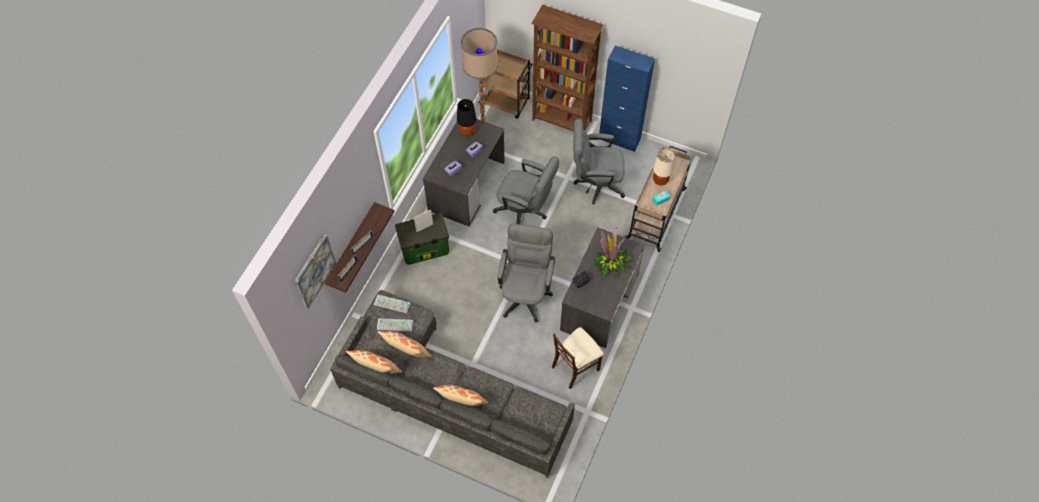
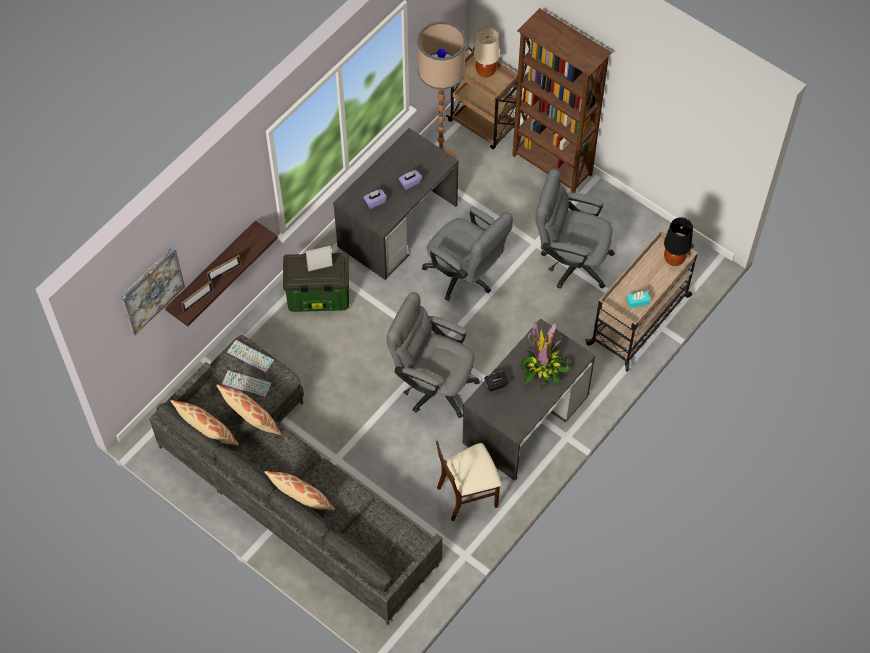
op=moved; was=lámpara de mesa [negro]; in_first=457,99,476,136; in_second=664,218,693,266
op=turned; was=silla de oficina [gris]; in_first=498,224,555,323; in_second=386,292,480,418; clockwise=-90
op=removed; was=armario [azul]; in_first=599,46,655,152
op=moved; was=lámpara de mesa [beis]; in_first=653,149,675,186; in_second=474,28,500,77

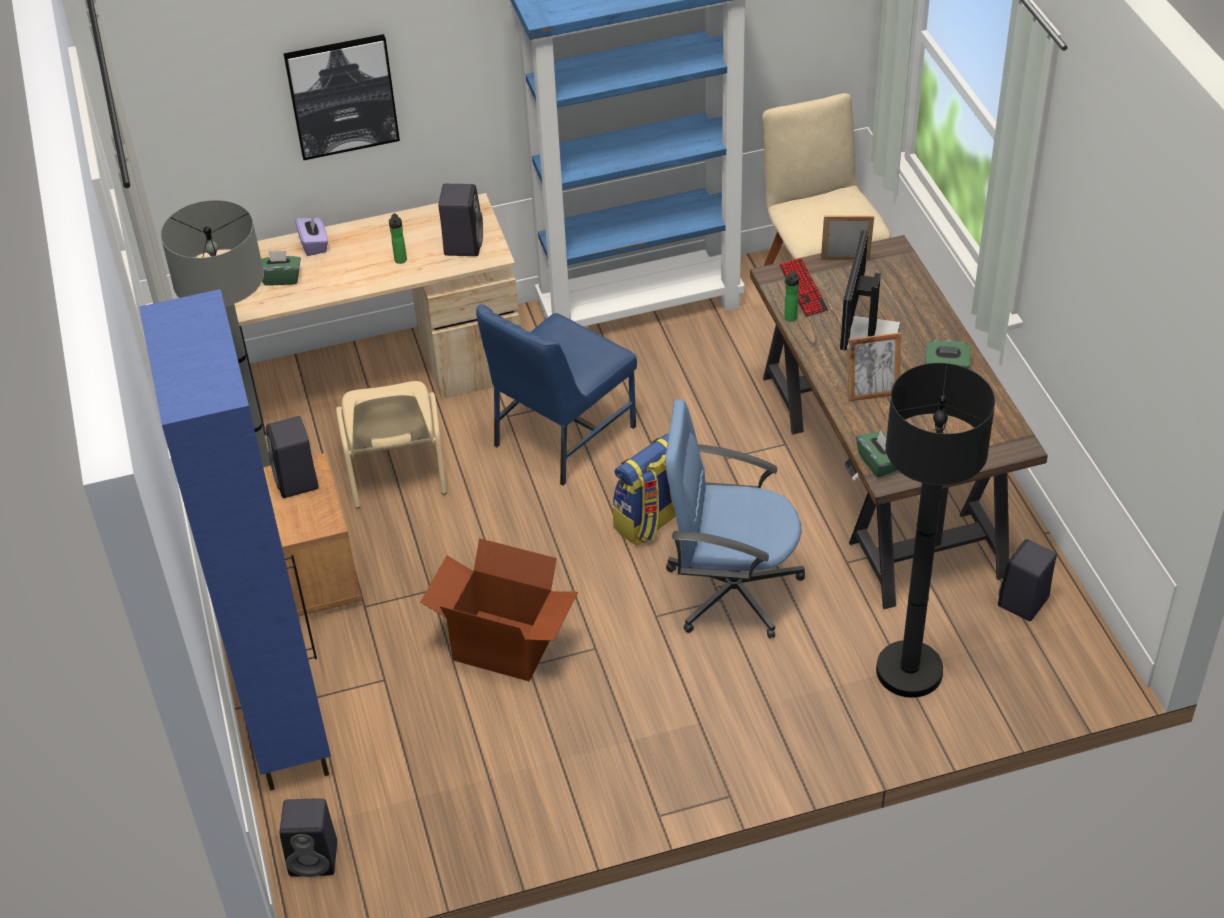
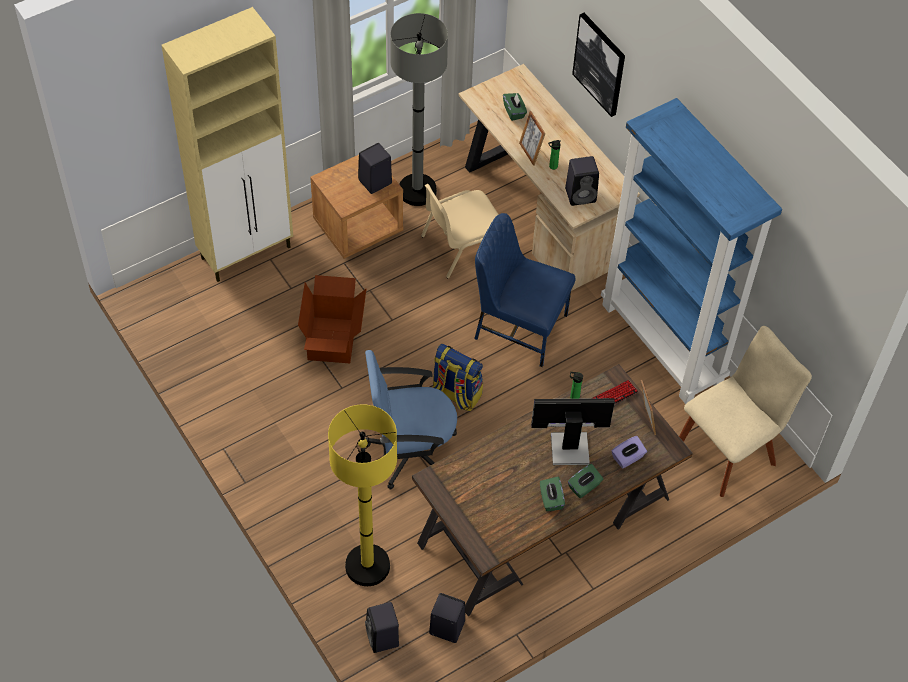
op=recoloured; was=armario [azul]; now=armario [beis]; in_first=139,289,331,790; in_second=161,7,293,282
op=moved; was=altavoz [negro]; in_first=279,798,337,877; in_second=365,602,399,653
op=moved; was=caja de pañuelos [morado]; in_first=295,215,328,256; in_second=612,436,647,469
op=turned; was=silla de oficina [azul]; in_first=665,399,805,638; in_second=365,350,457,490; clockwise=-90
op=moved; was=portarretratos; in_first=848,332,901,401; in_second=519,111,546,166
op=moved; was=caja de pañuelos [verde]; in_first=856,431,897,478; in_second=568,464,603,498
op=recoloured; was=lámpara de pie [negro]; now=lámpara de pie [amarillo]; in_first=876,363,995,698; in_second=328,404,397,586

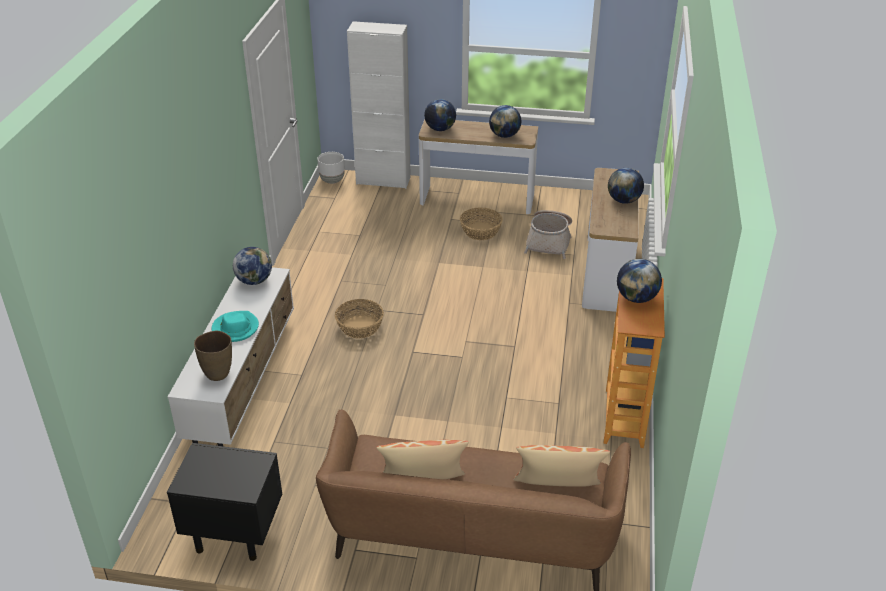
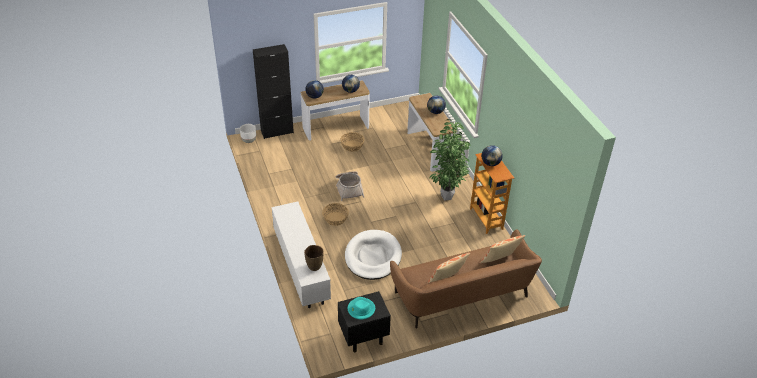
op=moved; was=sombrero [turquesa]; in_first=211,311,259,342; in_second=348,297,375,319
op=removed; was=globo terráqueo; in_first=233,247,272,285
op=recoloured; was=armario [blanco]; now=armario [negro]; in_first=347,21,411,189; in_second=253,44,294,139
op=moved; was=cesta; in_first=524,210,572,259; in_second=336,171,364,201
op=added; now=cama para perro [blanco]; in_second=345,230,402,280
op=added; now=planta en maceta; in_second=430,119,470,201

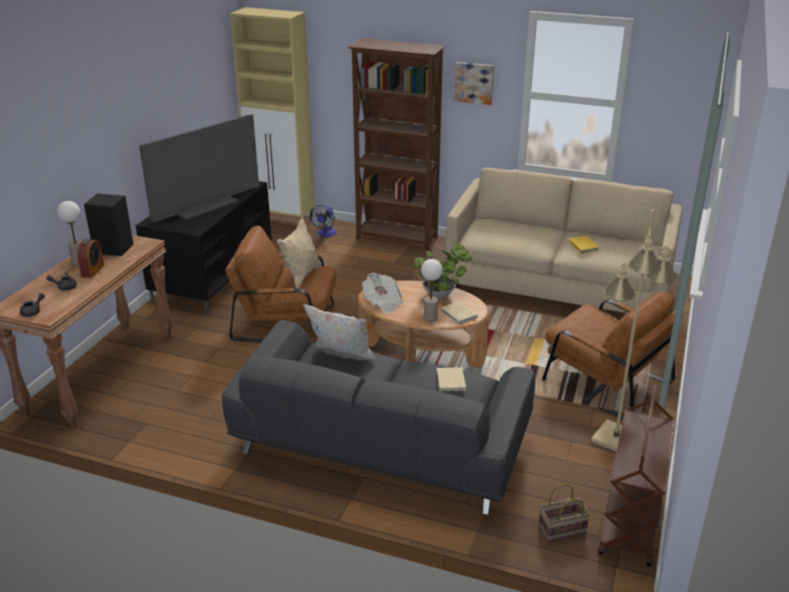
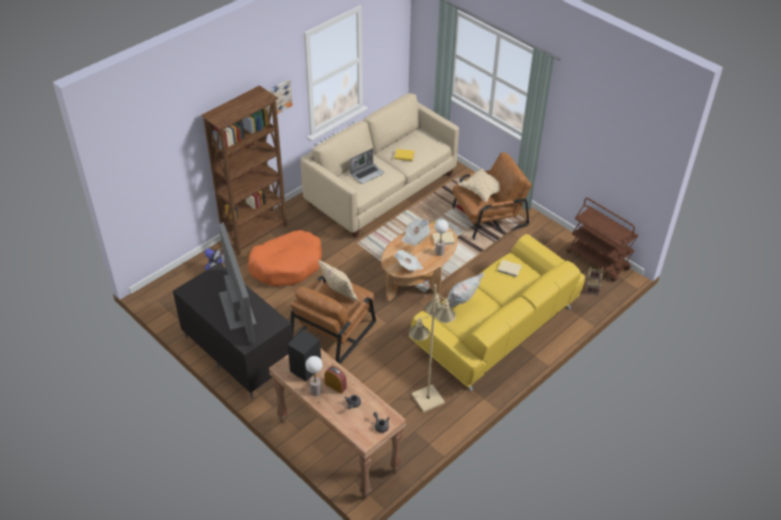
op=recoloured; was=sofá [gris]; now=sofá [amarillo]; in_first=222,320,535,515; in_second=409,234,585,392
op=removed; was=armario [beis]; in_first=230,7,314,220
op=replaced; was=planta en maceta; now=periódico; in_first=414,244,473,299; in_second=402,218,430,246
op=moved; was=lámpara de pie [beis]; in_first=591,210,678,452; in_second=409,284,456,413
op=added; now=cama para perro [naranja]; in_second=248,230,322,286
op=added; now=portátil; in_second=350,148,385,184
op=added; now=cojín [beis]; in_second=458,168,500,202

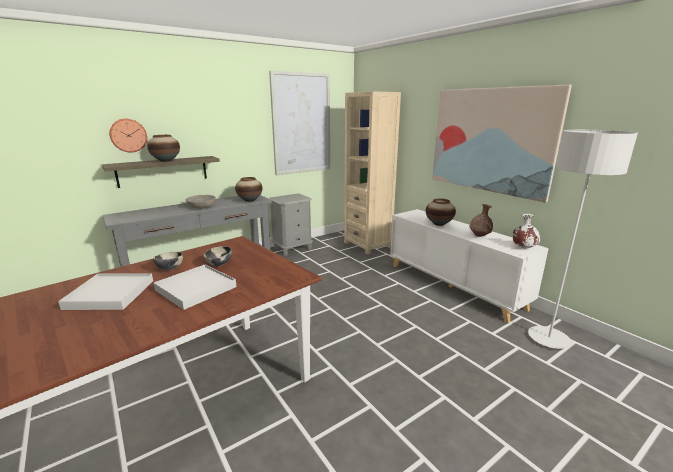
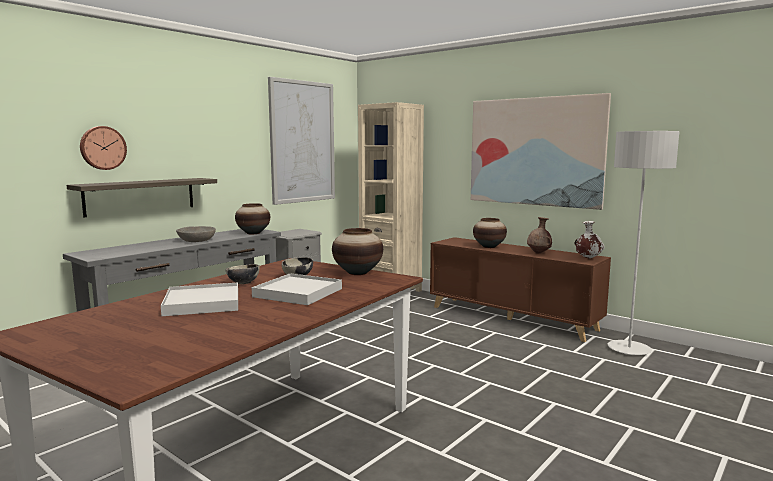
op=moved; was=florero; in_first=147,135,180,162; in_second=332,228,383,275
op=recoloured; was=armario [blanco]; now=armario [marrón]; in_first=390,209,549,323; in_second=430,237,611,342

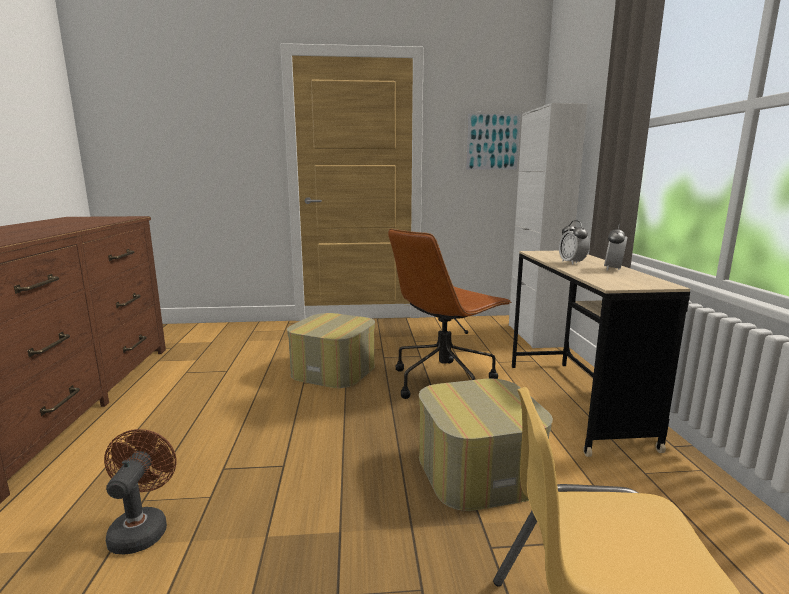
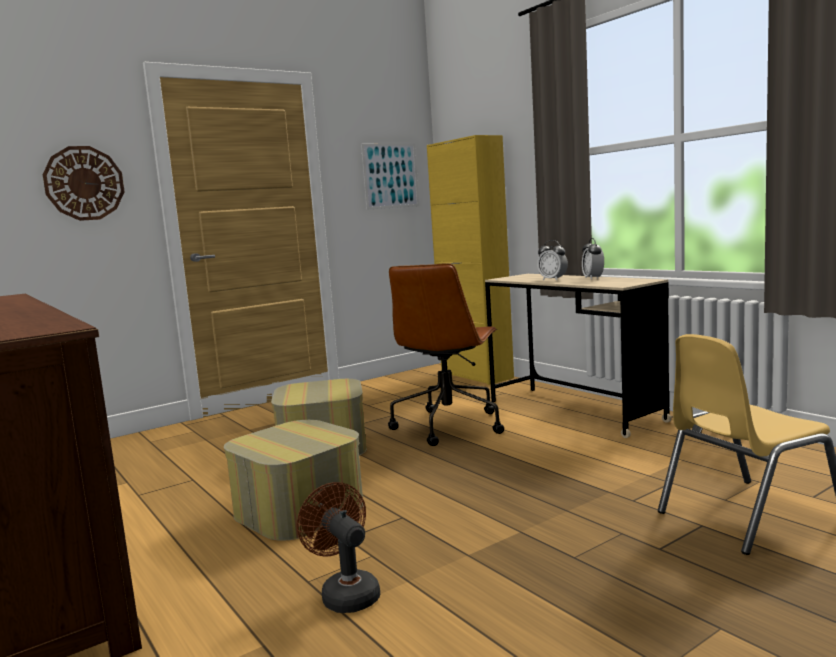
op=moved; was=puf; in_first=419,379,553,511; in_second=224,420,363,541
op=recoloured; was=armario [blanco]; now=armario [amarillo]; in_first=509,103,587,348; in_second=427,135,514,385
op=added; now=reloj de pared; in_second=42,146,125,221

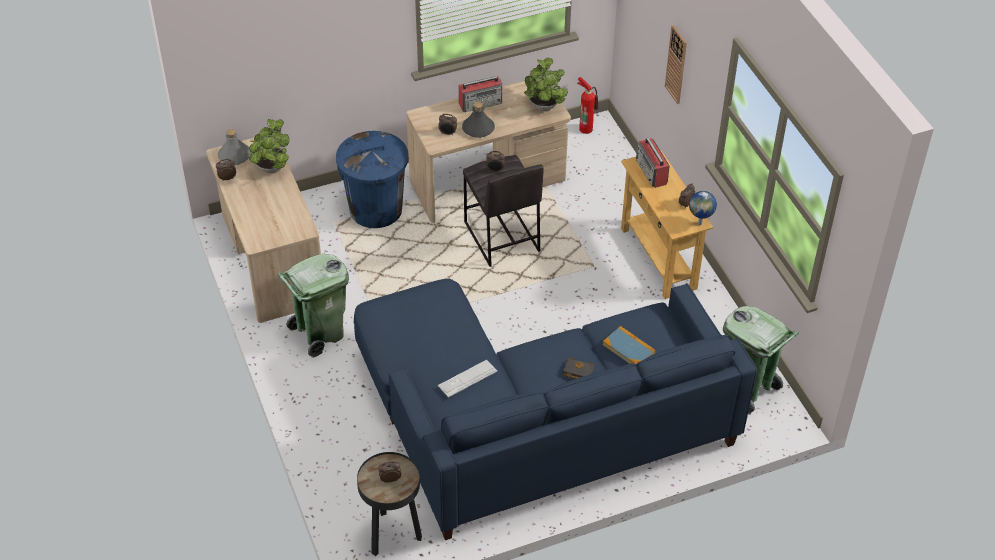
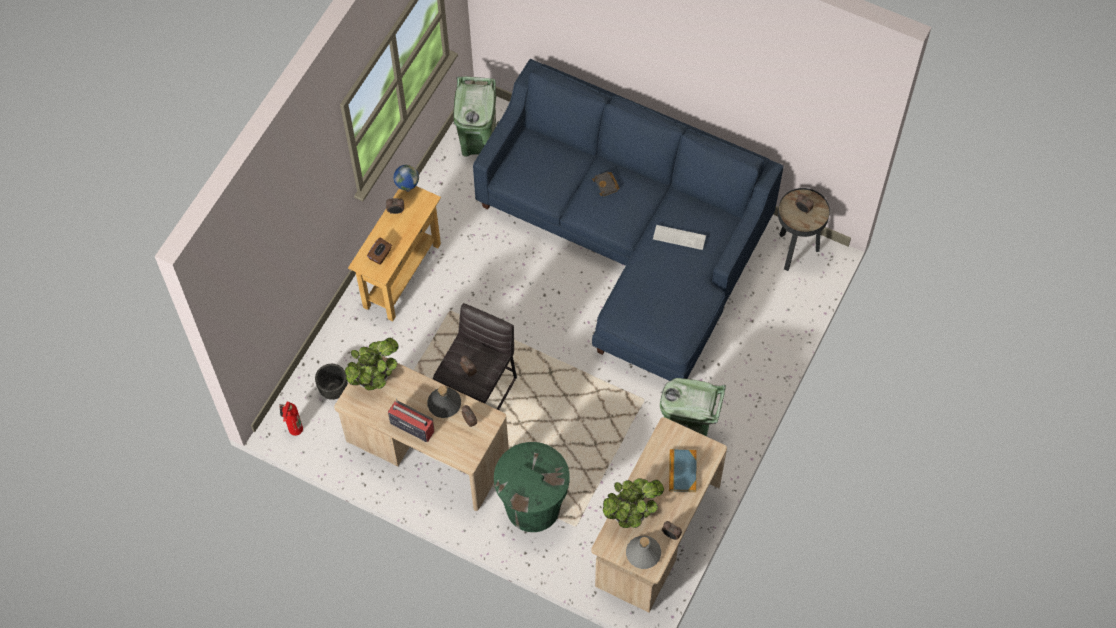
op=recoloured; was=papelera [azul]; now=papelera [verde]; in_first=336,131,409,228; in_second=494,442,570,532
op=moved; was=libro; in_first=602,326,656,364; in_second=669,449,697,492
op=replaced; was=radio; now=caja de pañuelos [marrón]; in_first=636,138,670,188; in_second=367,237,392,265
op=removed; was=reloj de pared; in_first=665,25,687,104
op=added; now=maceta [negro]; in_second=315,364,348,400

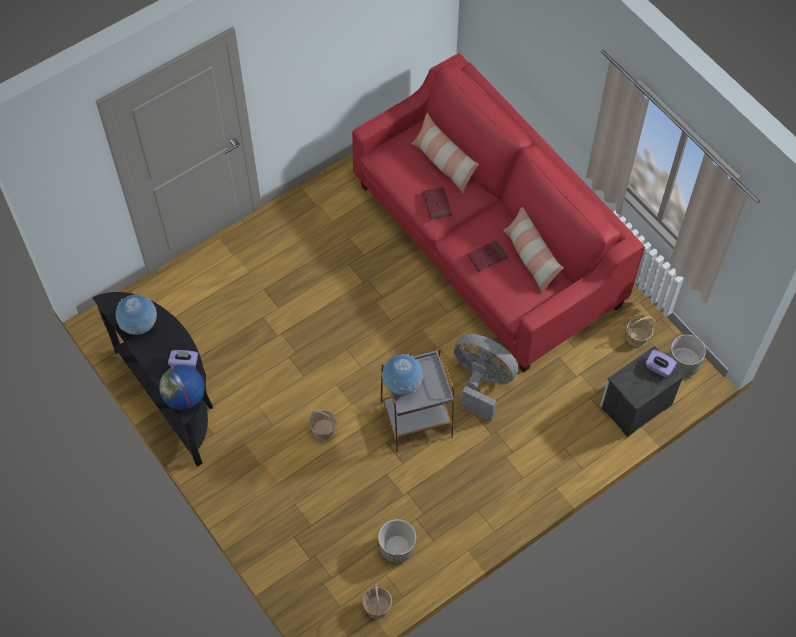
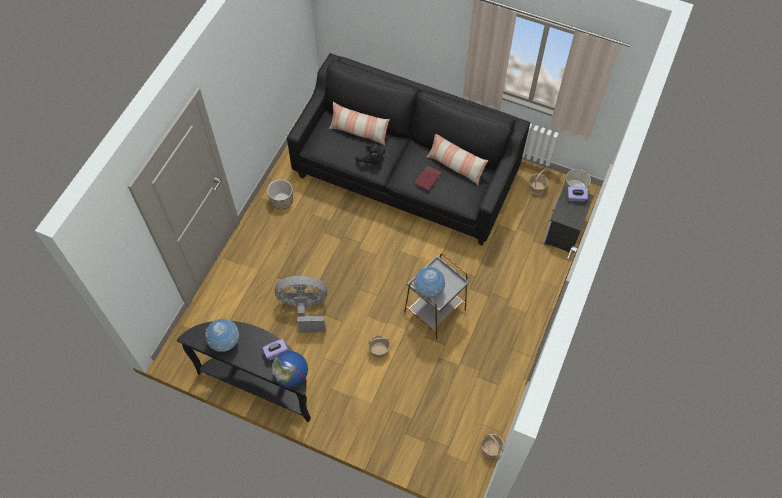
op=recoloured; was=sofá [rojo]; now=sofá [negro]; in_first=352,53,645,372; in_second=287,53,530,246
op=moved; was=maceta; in_first=378,519,416,563; in_second=267,179,293,210
op=replaced; was=libro [rojo]; now=peluche [negro]; in_first=423,187,452,220; in_second=355,143,385,164
op=moved; was=ventilador [gris]; in_first=454,334,518,421; in_second=275,276,327,333

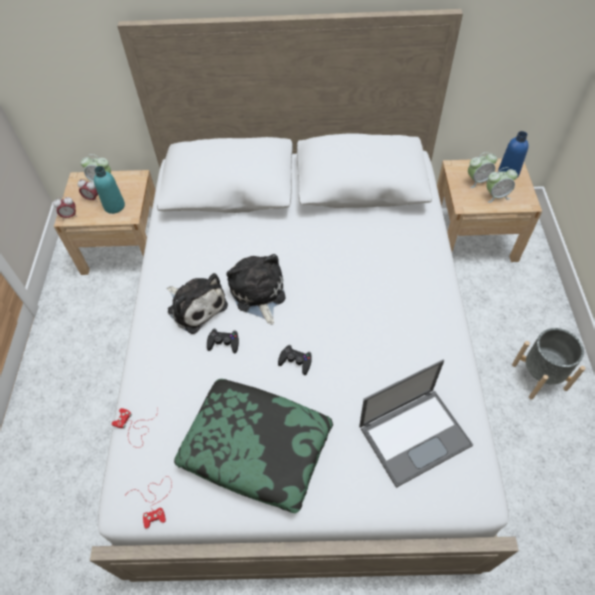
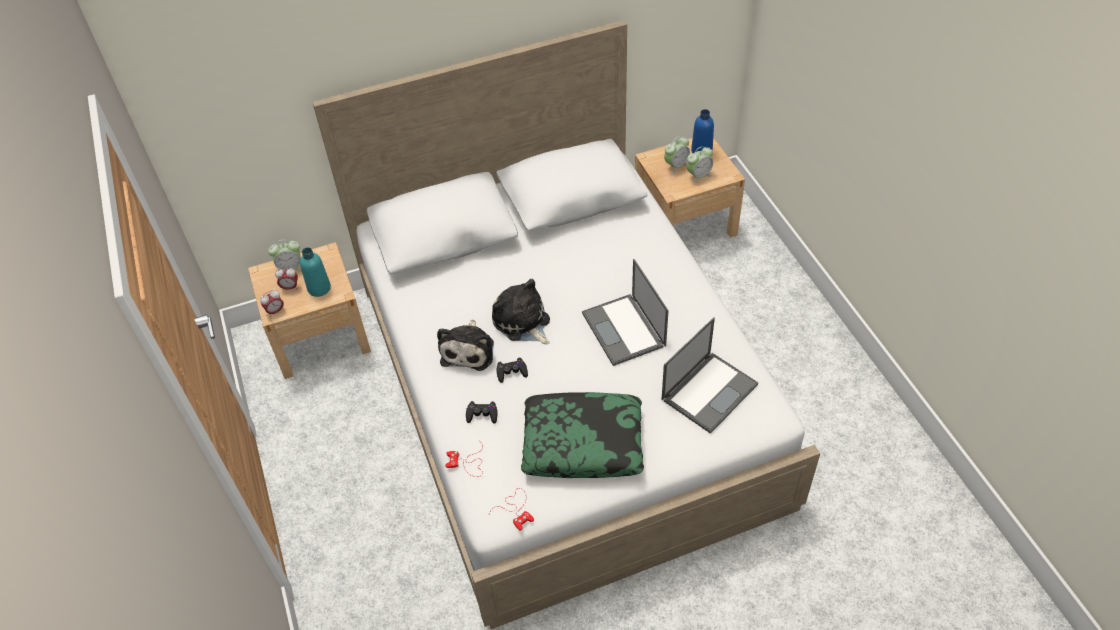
op=turned; was=peluche; in_first=167,273,228,334; in_second=437,320,494,371; clockwise=75
op=moved; was=mando de consola [negro]; in_first=278,345,312,375; in_second=466,401,497,424
op=removed; was=maceta [gris]; in_first=512,328,585,400
op=added; now=portátil; in_second=582,259,669,366

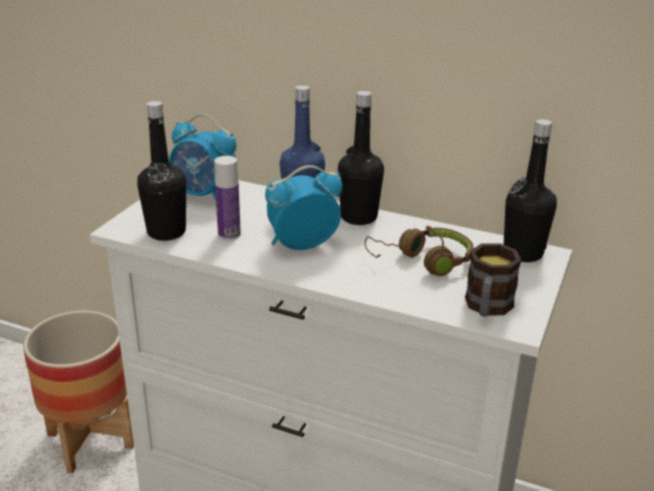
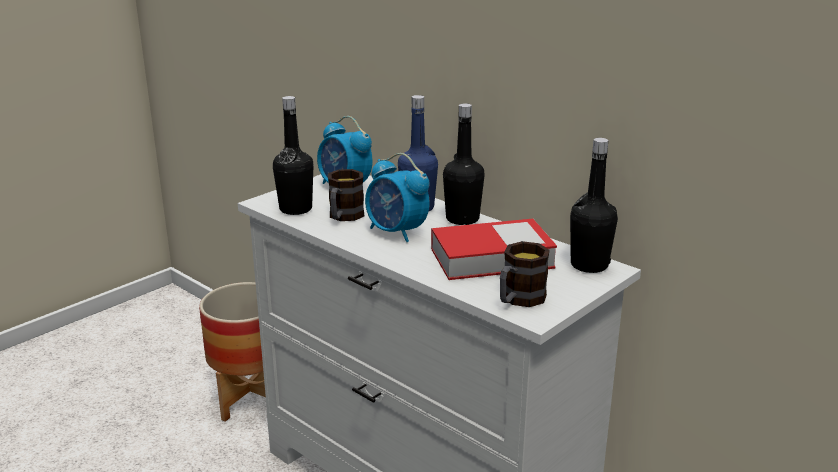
op=replaced; was=botella; now=taza grande; in_first=214,156,241,240; in_second=328,169,364,221
op=turned; was=despertador; in_first=265,165,342,250; in_second=365,153,430,242; clockwise=-135
op=replaced; was=auriculares [marrón]; now=libro; in_first=365,226,474,276; in_second=431,219,557,280

